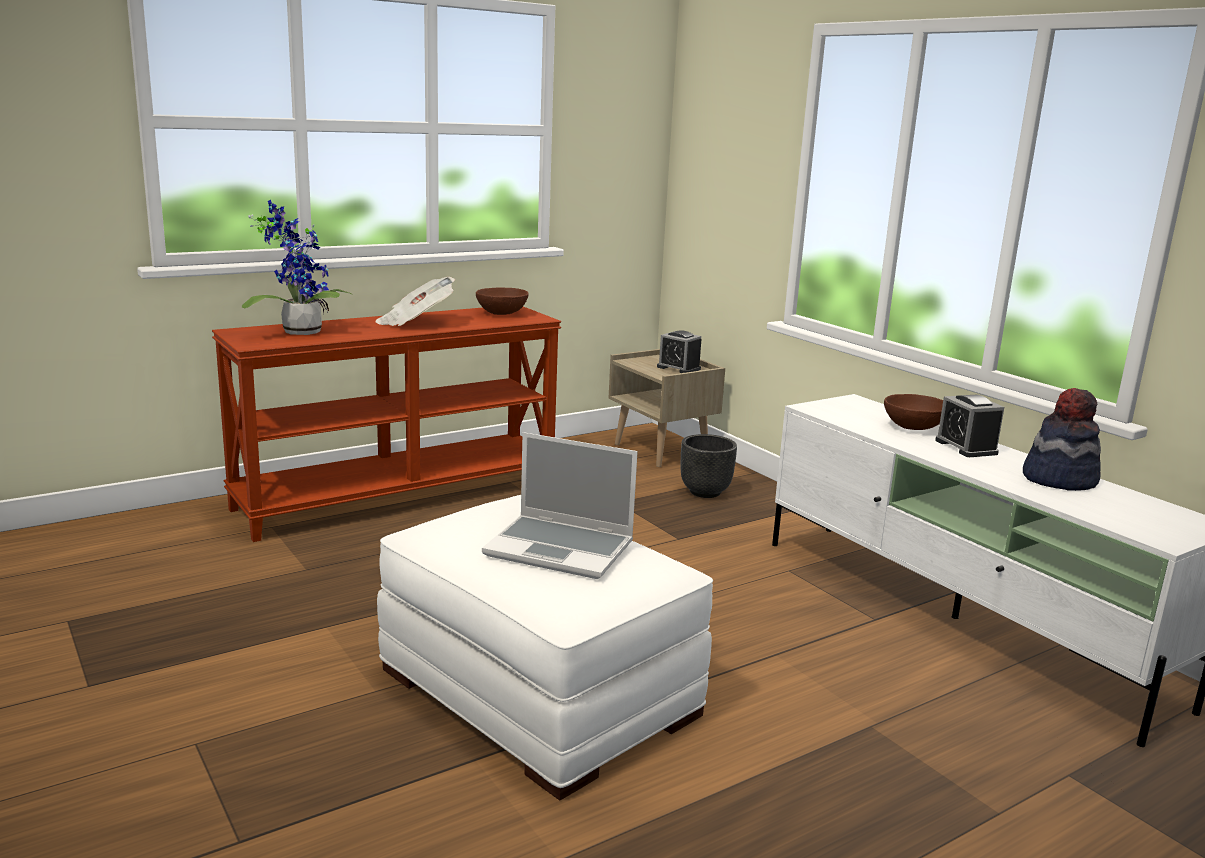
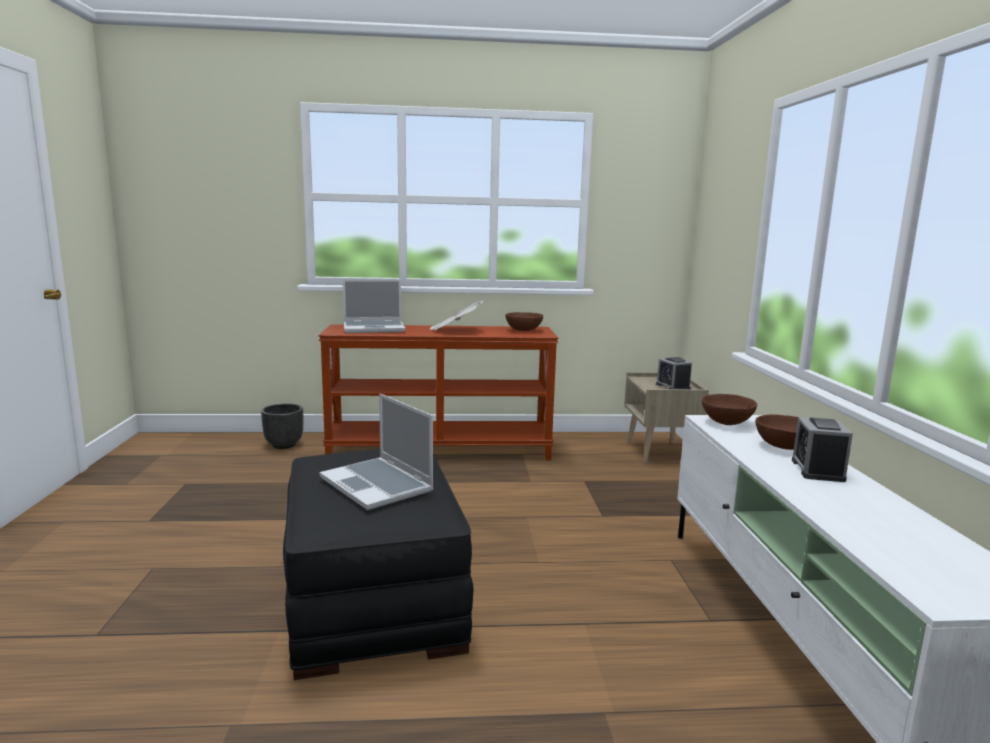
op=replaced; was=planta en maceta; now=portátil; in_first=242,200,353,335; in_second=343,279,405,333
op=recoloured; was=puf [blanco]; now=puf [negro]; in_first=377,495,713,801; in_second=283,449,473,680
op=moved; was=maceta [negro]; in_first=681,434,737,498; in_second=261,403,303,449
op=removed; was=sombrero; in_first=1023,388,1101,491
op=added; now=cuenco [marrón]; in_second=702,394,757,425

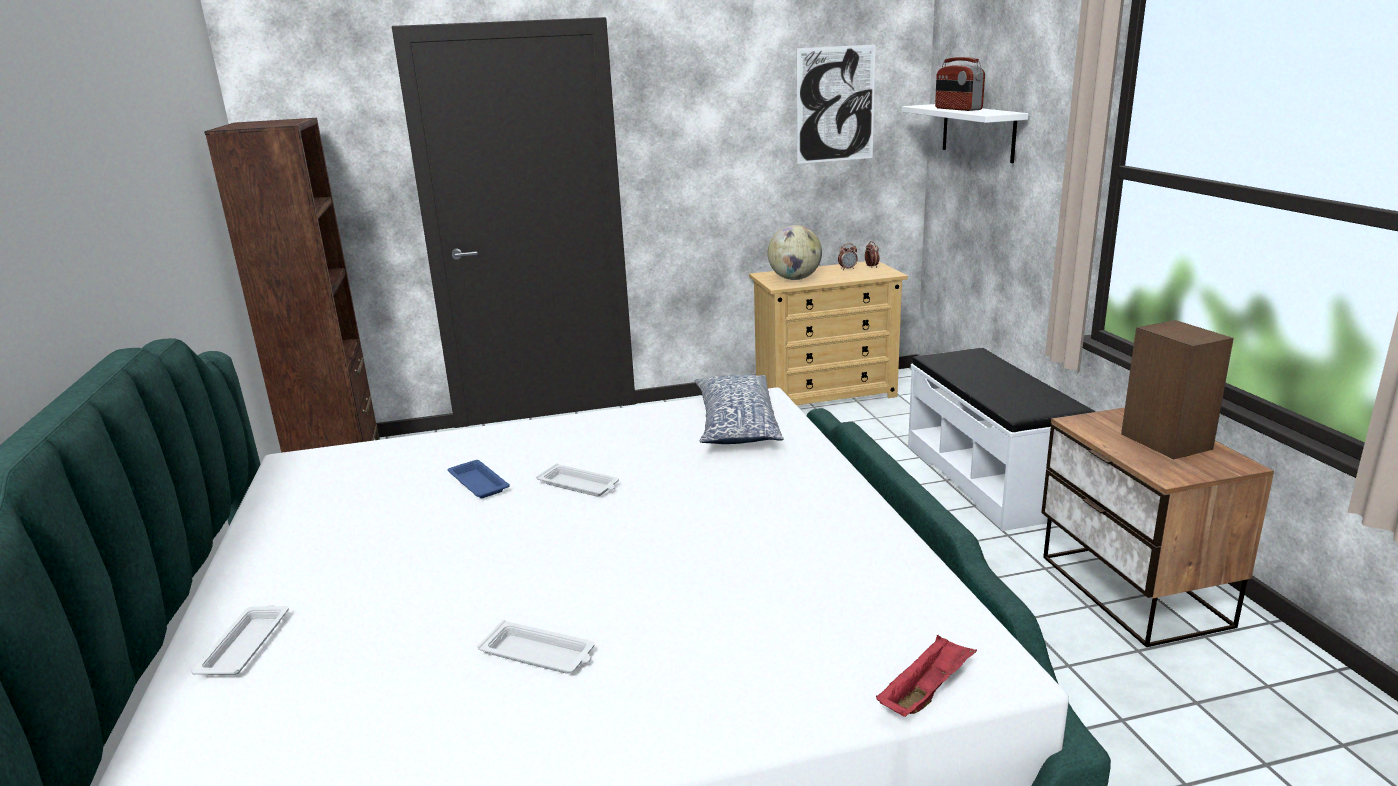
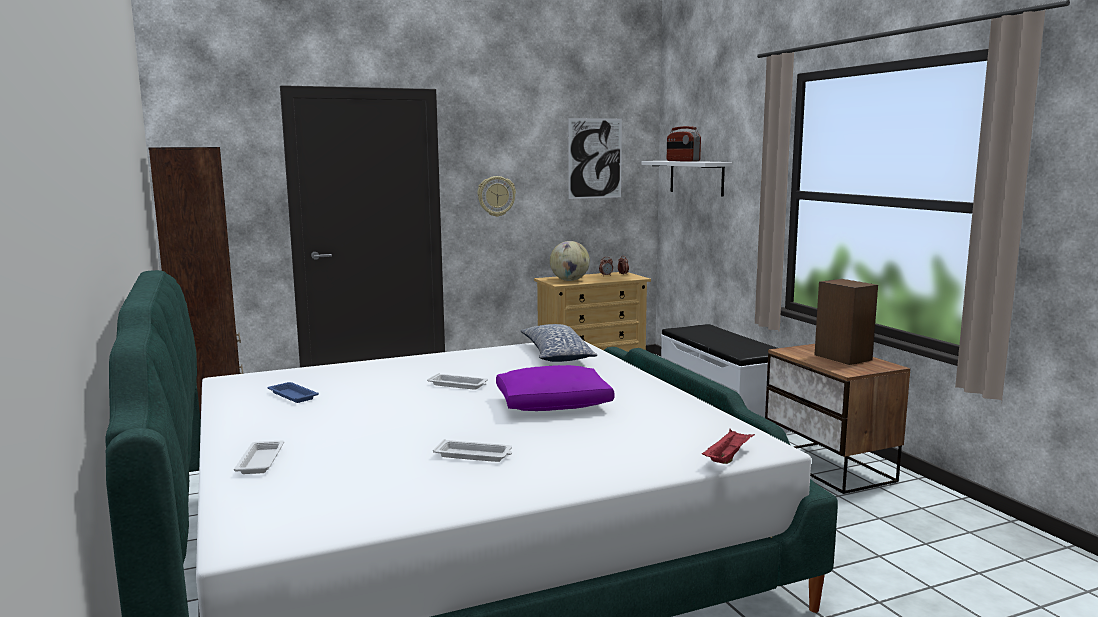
op=moved; was=bandeja [azul]; in_first=447,460,510,498; in_second=267,382,319,403
op=added; now=reloj de pared; in_second=478,176,516,217
op=added; now=cojín [morado]; in_second=496,365,614,411

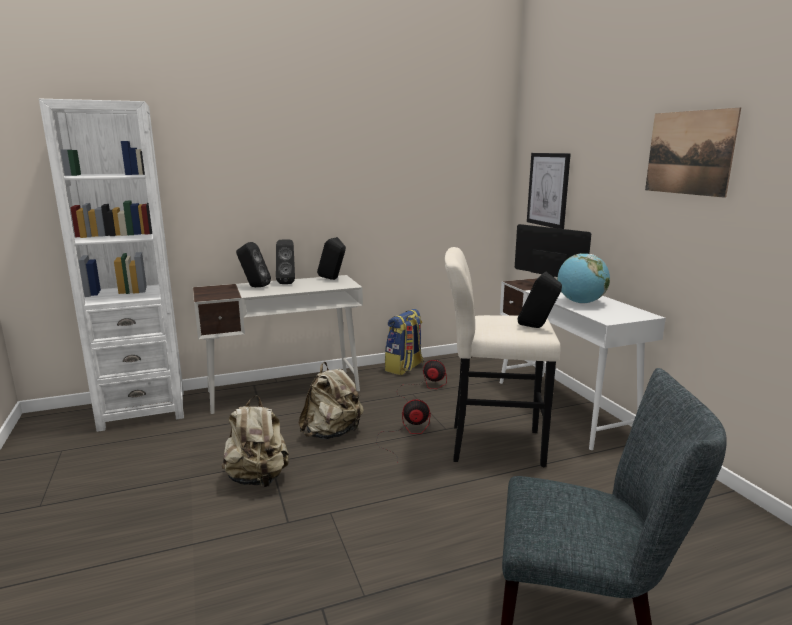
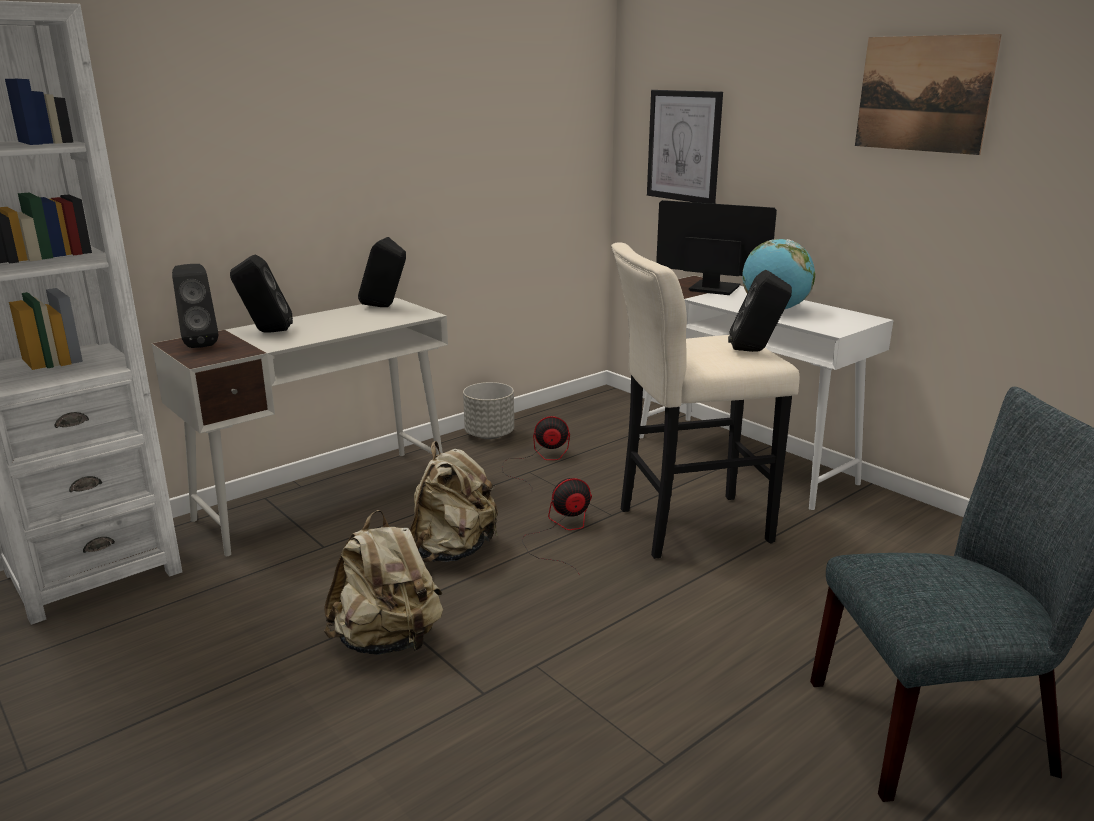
op=moved; was=altavoz [negro]; in_first=276,239,295,284; in_second=172,264,218,348
op=replaced; was=mochila; now=maceta [gris]; in_first=385,309,424,375; in_second=463,382,514,439

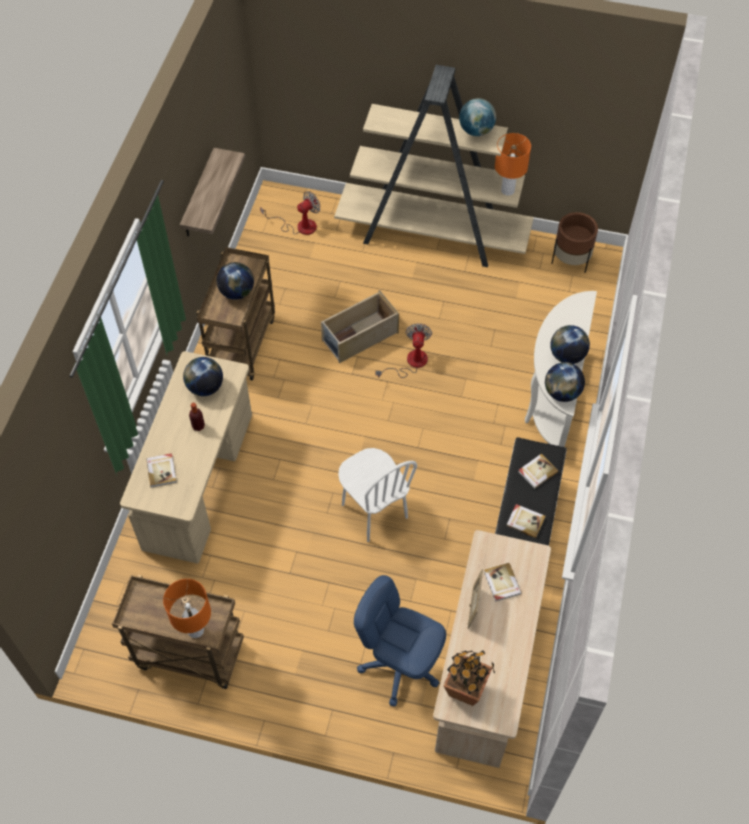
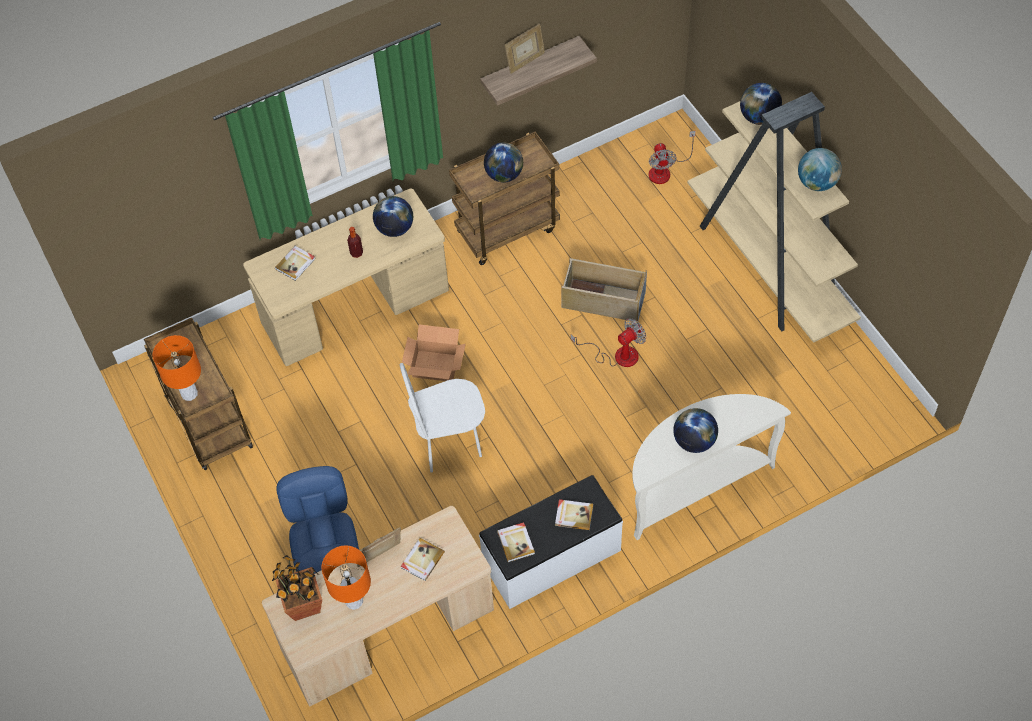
op=turned; was=ventilador; in_first=260,191,321,235; in_second=648,131,696,184; clockwise=75
op=turned; was=silla [blanco]; in_first=338,448,417,542; in_second=400,363,485,473; clockwise=60
op=moved; was=lámpara de mesa [naranja]; in_first=495,133,531,196; in_second=321,546,371,610
op=moved; was=globo terráqueo; in_first=545,362,585,402; in_second=740,83,782,125
op=removed; was=maceta [marrón]; in_first=551,212,598,273
op=added; now=caja de cartón; in_second=402,325,466,381
op=added; now=portarretratos; in_second=505,23,545,74

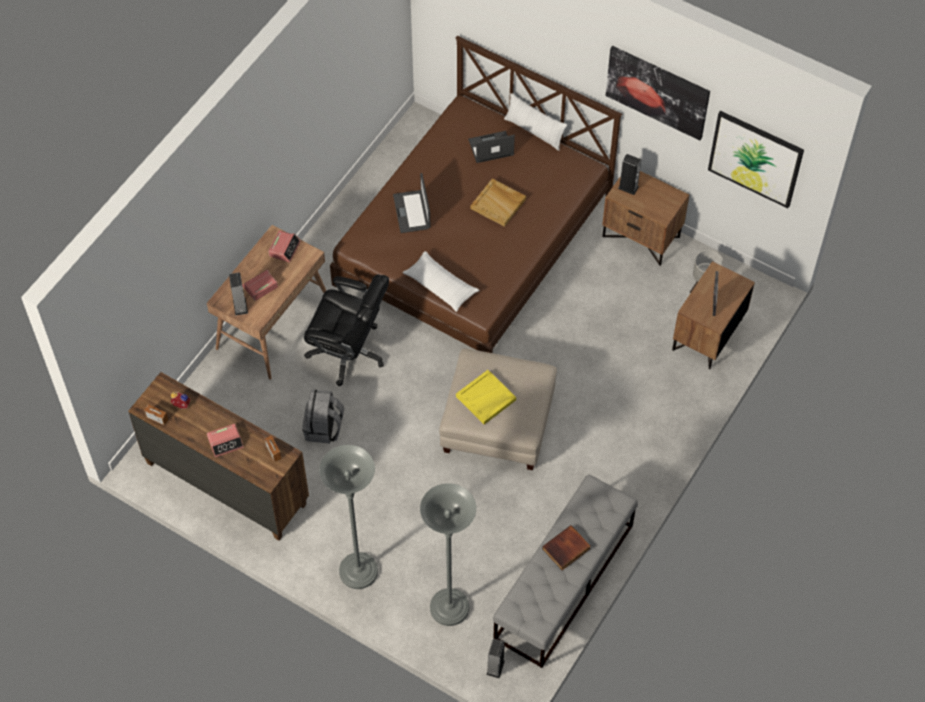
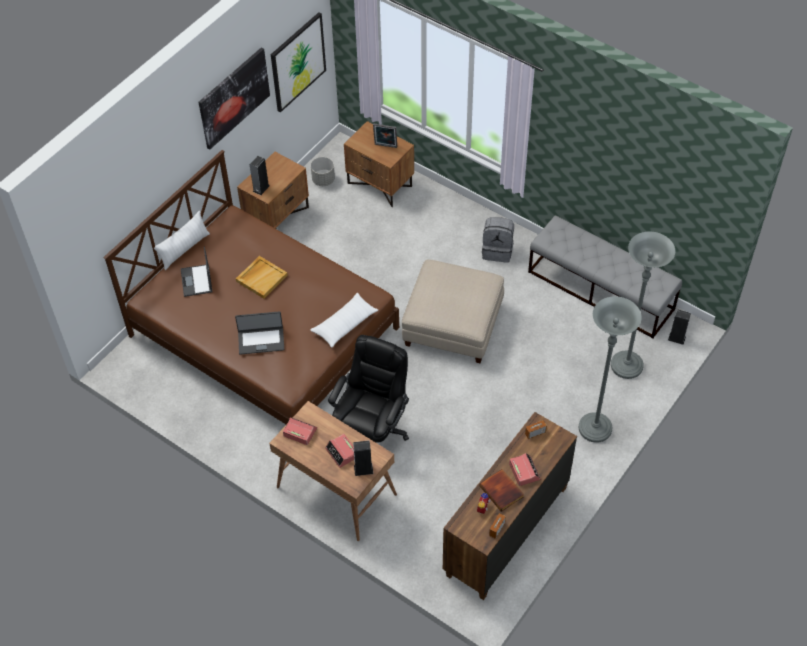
op=moved; was=mochila [gris]; in_first=302,390,344,443; in_second=482,217,514,262
op=removed; was=bandeja [amarillo]; in_first=456,370,516,424
op=moved; was=libro; in_first=542,525,591,570; in_second=480,469,524,512

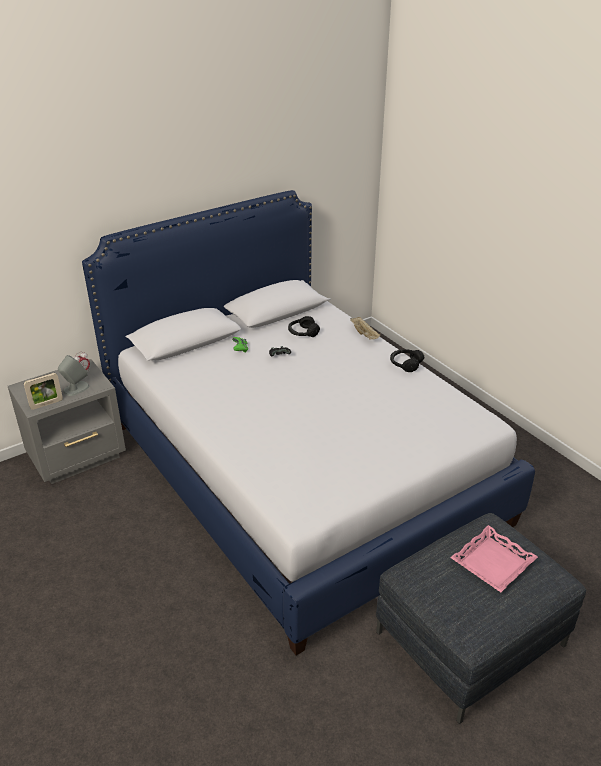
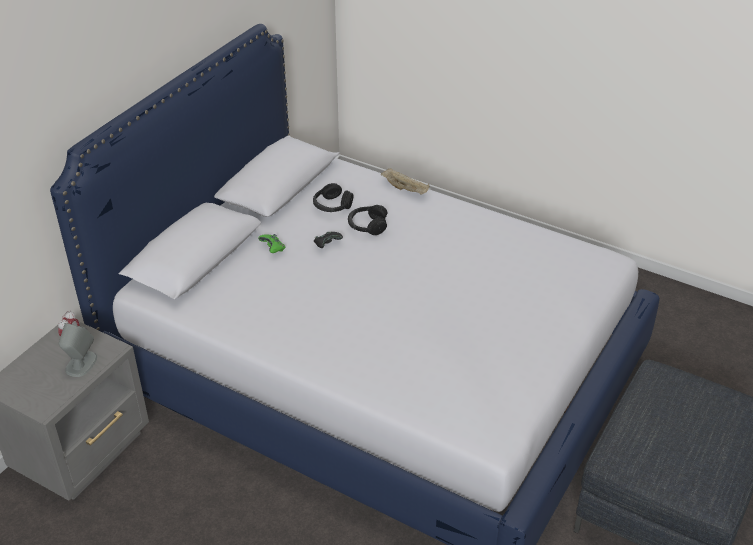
op=removed; was=portarretratos; in_first=24,373,63,410
op=moved; was=auriculares [negro]; in_first=390,349,424,372; in_second=348,205,387,235
op=removed; was=bandeja [rosa]; in_first=450,525,538,592

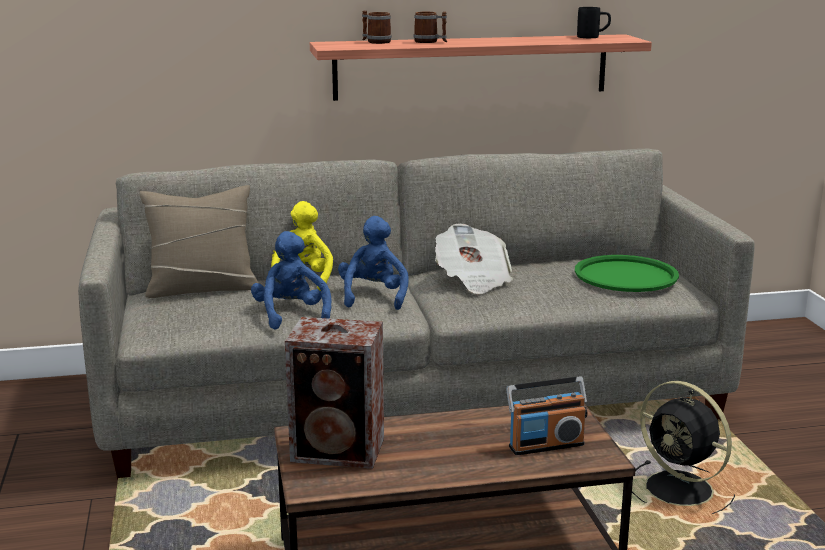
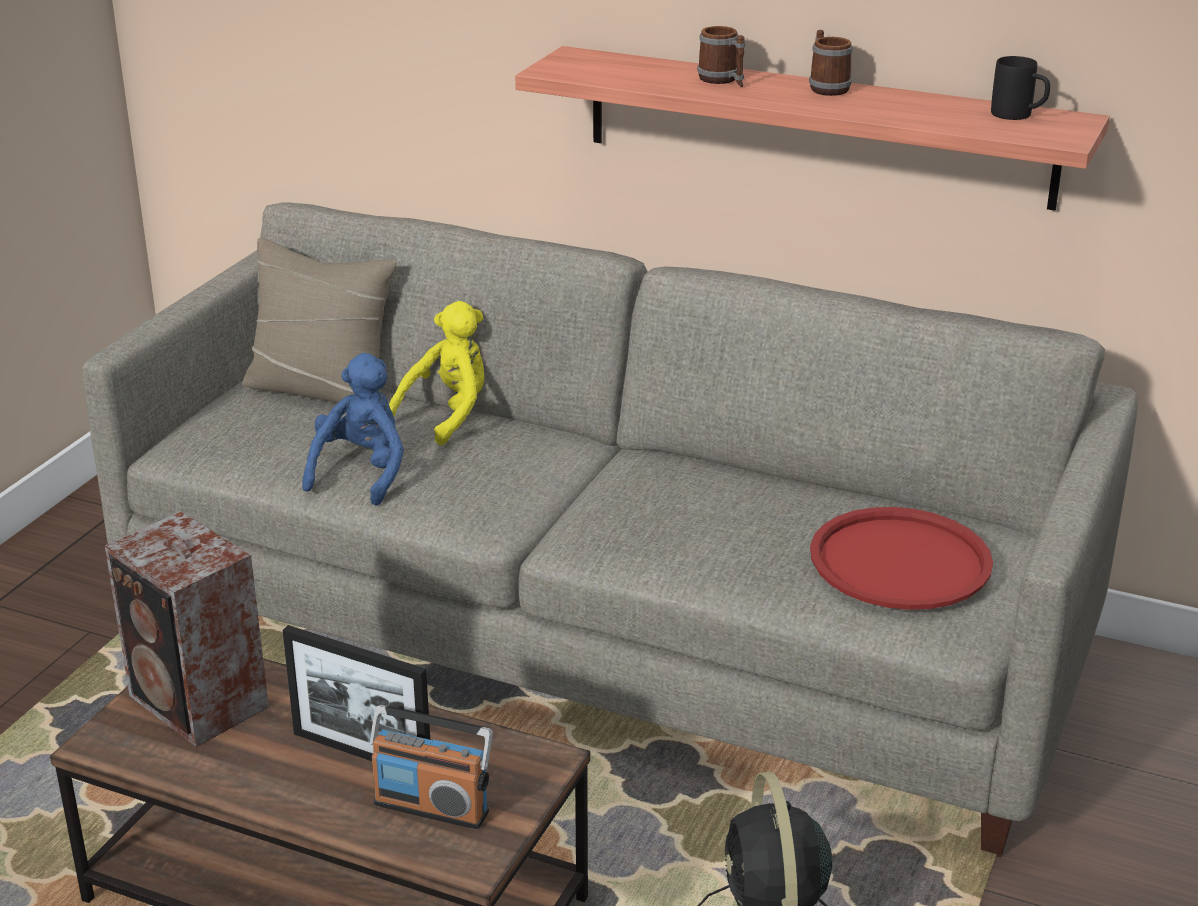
op=removed; was=peluche [azul]; in_first=338,216,408,310
op=moved; was=taza grande; in_first=362,10,392,44; in_second=809,30,853,96
op=removed; was=periódico; in_first=435,224,513,294
op=recoloured; was=bandeja [verde]; now=bandeja [rojo]; in_first=575,255,679,292; in_second=810,507,993,610
op=added; now=portarretratos; in_second=283,625,430,761

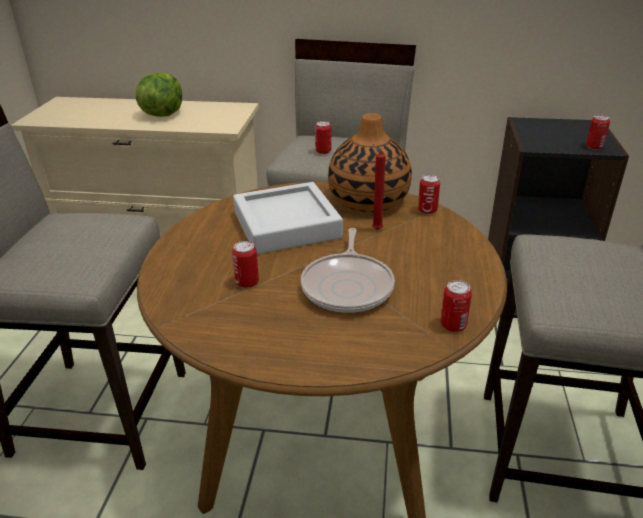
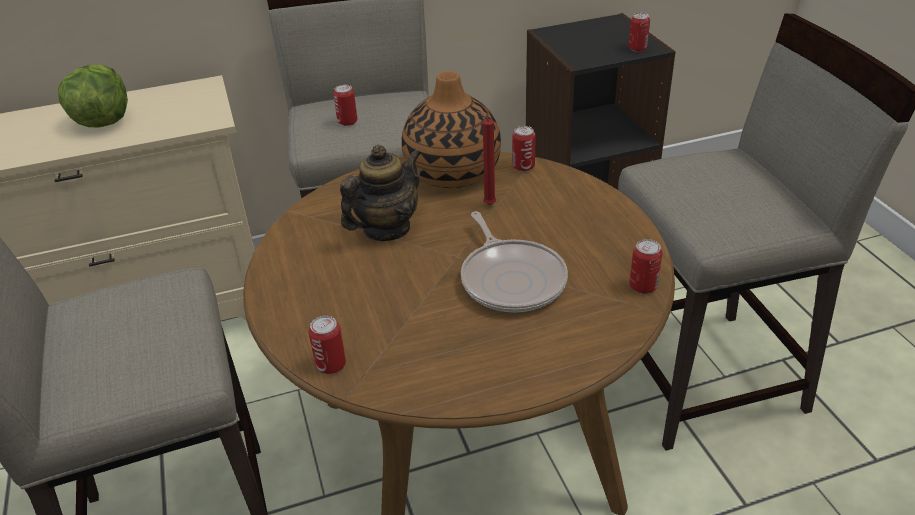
op=moved; was=lata; in_first=232,241,259,288; in_second=309,316,346,374
op=replaced; was=bandeja [gris]; now=tetera; in_first=233,182,343,254; in_second=340,145,422,241

